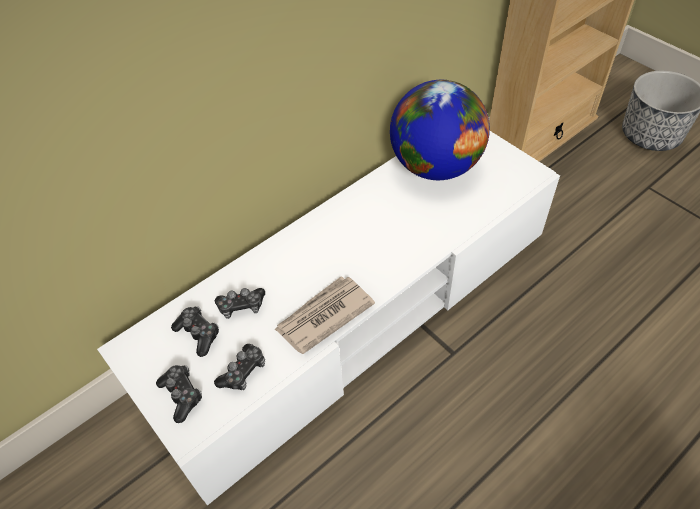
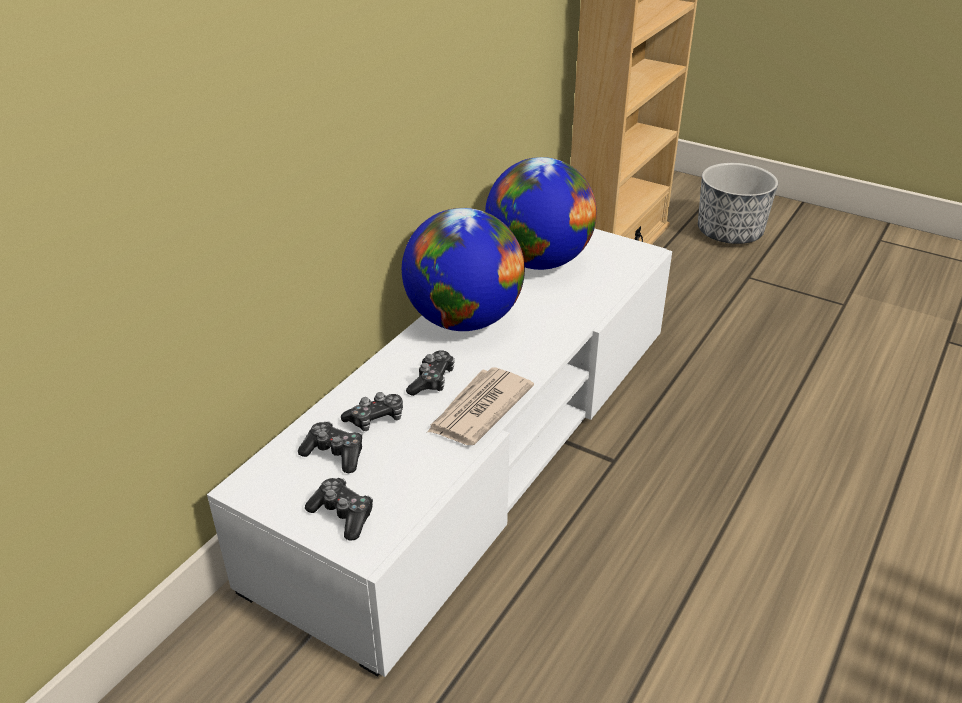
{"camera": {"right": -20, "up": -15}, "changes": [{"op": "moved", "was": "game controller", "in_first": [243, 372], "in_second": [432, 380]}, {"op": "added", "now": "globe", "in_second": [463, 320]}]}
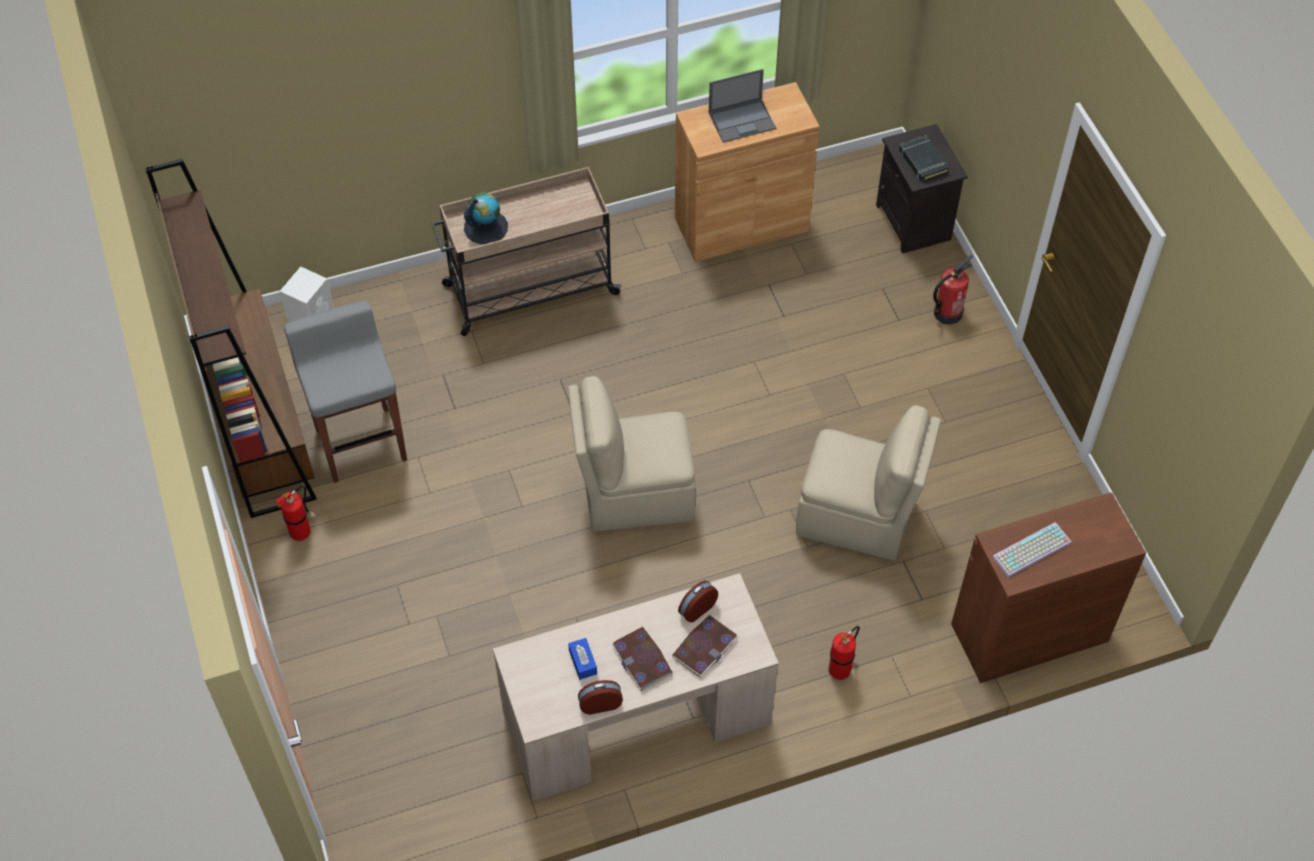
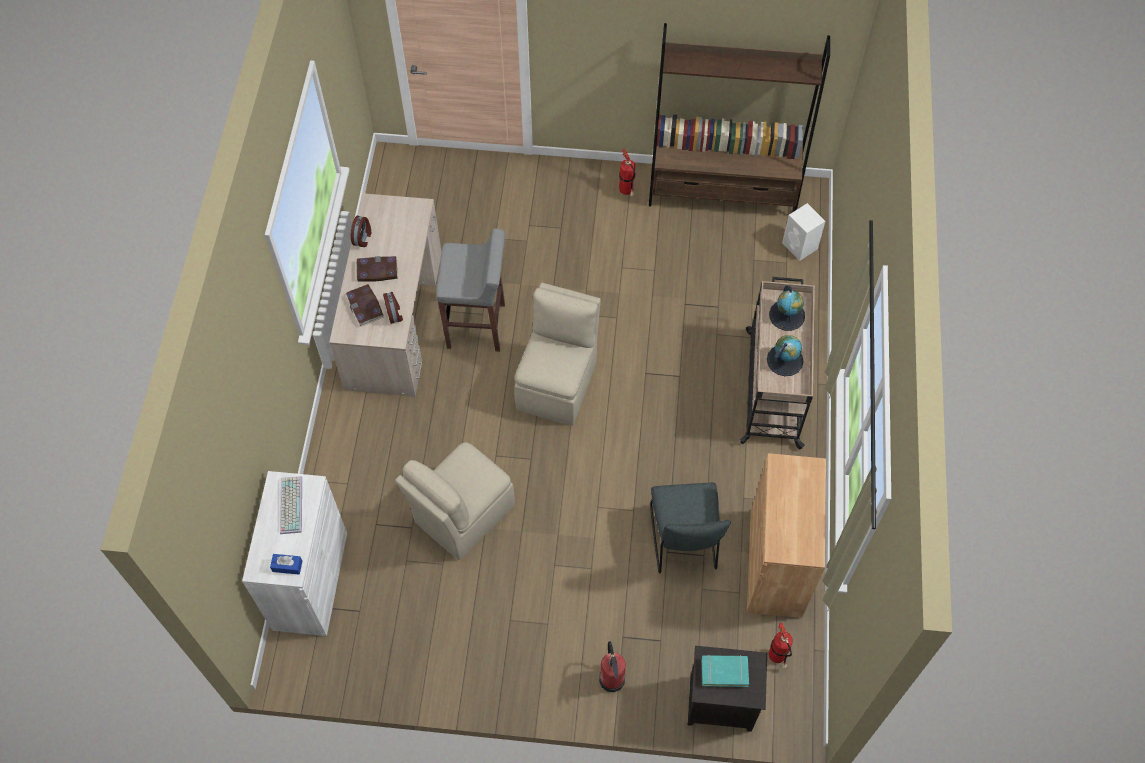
{"camera": {"right": 115, "up": 5}, "changes": [{"op": "removed", "was": "laptop", "in_first": [742, 120]}, {"op": "recoloured", "was": "black book", "now": "turquoise book", "in_first": [923, 162], "in_second": [724, 672]}, {"op": "moved", "was": "grey stool", "in_first": [360, 443], "in_second": [477, 326]}, {"op": "recoloured", "was": "brown cabinet", "now": "white cabinet", "in_first": [1029, 632], "in_second": [310, 581]}, {"op": "moved", "was": "fire extinguisher", "in_first": [841, 669], "in_second": [777, 657]}, {"op": "moved", "was": "blue tissue box", "in_first": [583, 662], "in_second": [287, 566]}, {"op": "added", "now": "globe", "in_second": [784, 360]}, {"op": "added", "now": "grey chair", "in_second": [683, 542]}]}
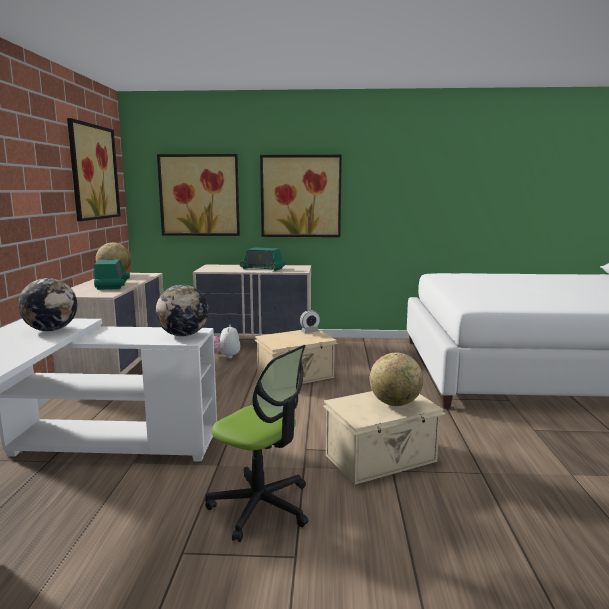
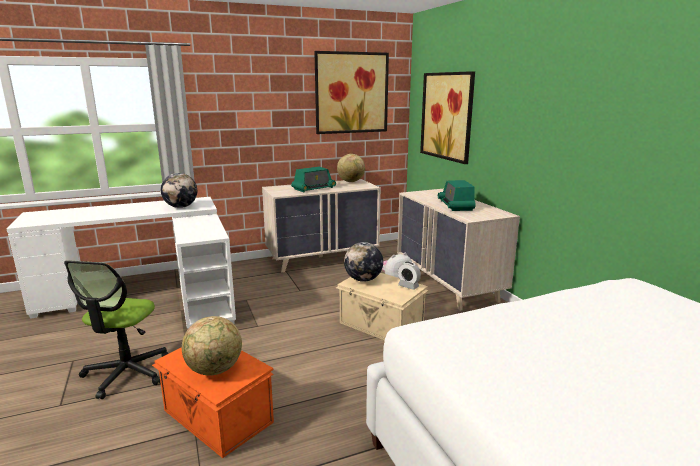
{"camera": {"right": 65, "up": 5}, "changes": [{"op": "removed", "was": "picture", "in_first": [300, 196]}, {"op": "moved", "was": "globe", "in_first": [183, 335], "in_second": [363, 280]}, {"op": "recoloured", "was": "beige storage box", "now": "orange storage box", "in_first": [382, 459], "in_second": [217, 417]}]}
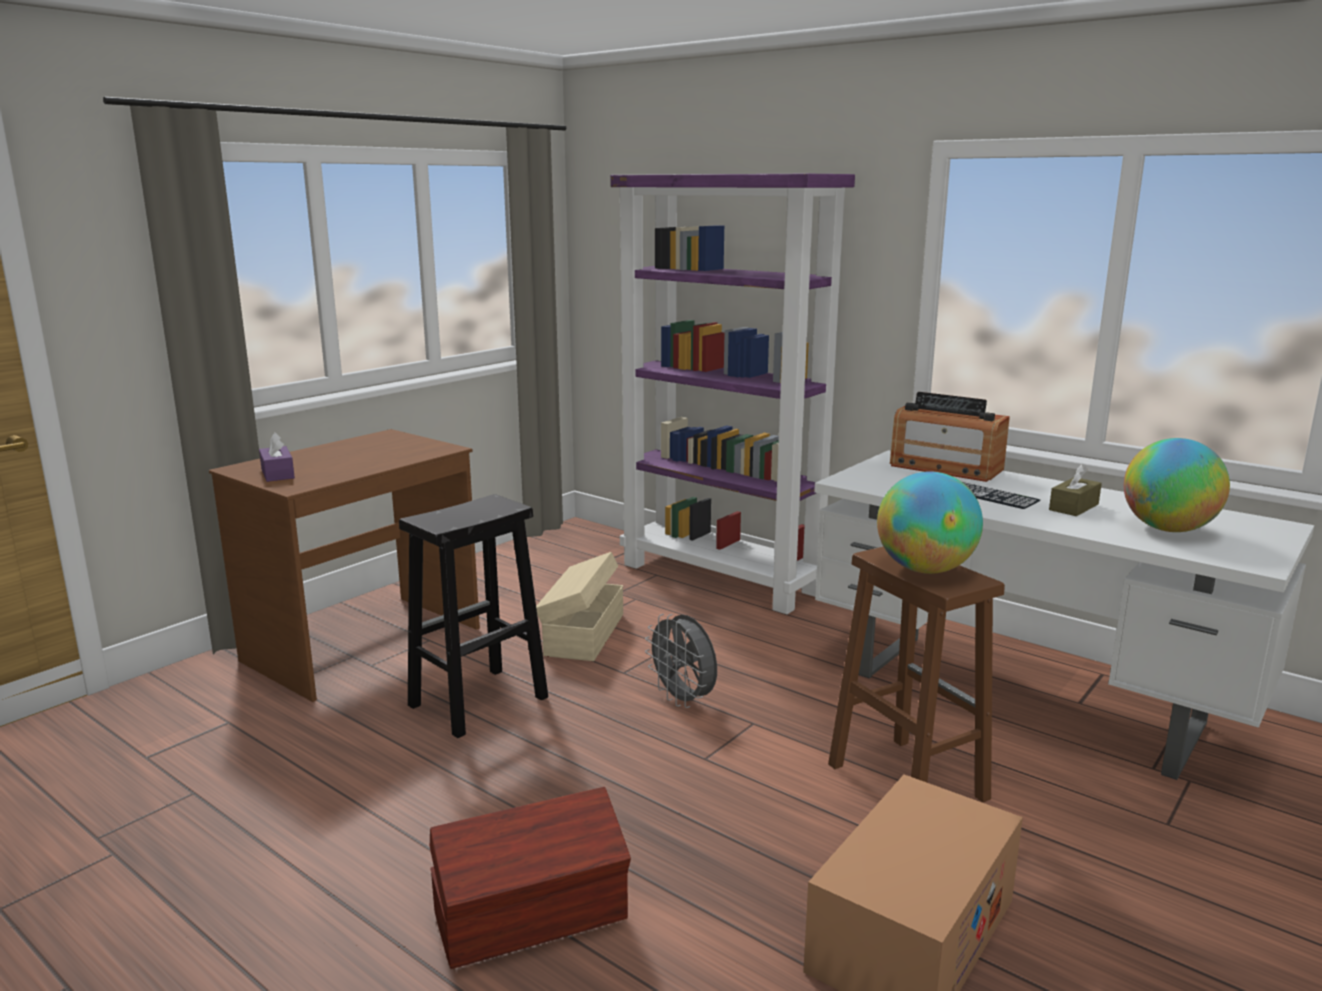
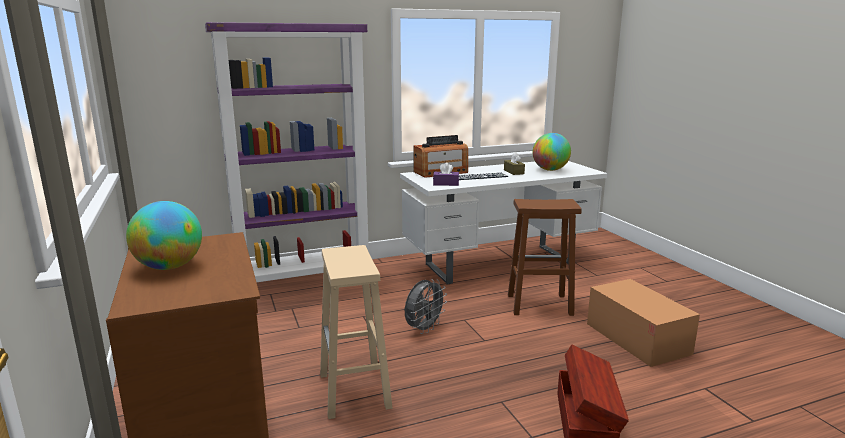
{"camera": {"right": -60, "up": 0}, "changes": [{"op": "moved", "was": "purple tissue box", "in_first": [277, 473], "in_second": [446, 184]}, {"op": "moved", "was": "globe", "in_first": [925, 569], "in_second": [170, 267]}, {"op": "recoloured", "was": "black stool", "now": "beige stool", "in_first": [477, 702], "in_second": [355, 391]}, {"op": "removed", "was": "beige storage box", "in_first": [582, 635]}, {"op": "turned", "was": "grey fan", "in_first": [683, 700], "in_second": [424, 329], "clockwise": -45}]}
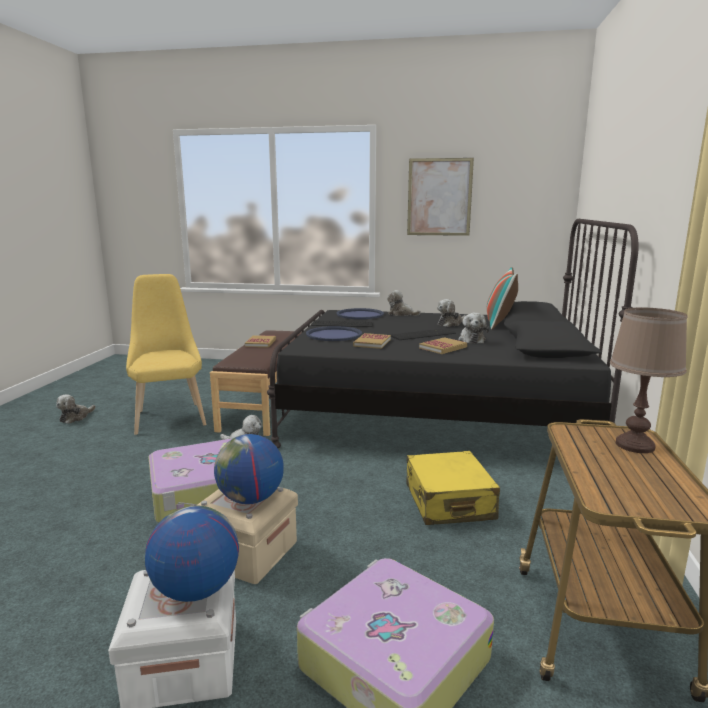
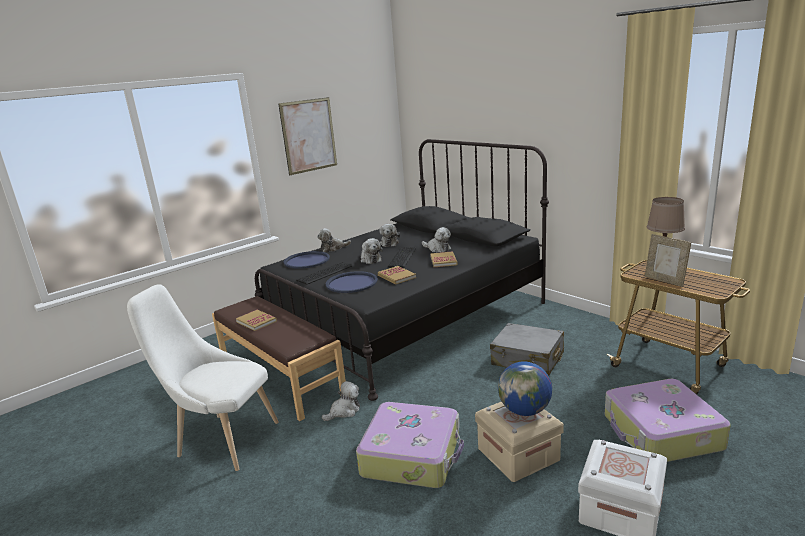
{"camera": {"right": -50, "up": 5}, "changes": [{"op": "removed", "was": "pillow", "in_first": [499, 323]}, {"op": "recoloured", "was": "yellow chair", "now": "white chair", "in_first": [169, 416], "in_second": [222, 439]}, {"op": "moved", "was": "plush toy", "in_first": [75, 417], "in_second": [370, 259]}, {"op": "recoloured", "was": "yellow suitcase", "now": "grey suitcase", "in_first": [448, 502], "in_second": [527, 359]}, {"op": "removed", "was": "globe", "in_first": [196, 590]}, {"op": "added", "now": "picture frame", "in_second": [665, 281]}]}
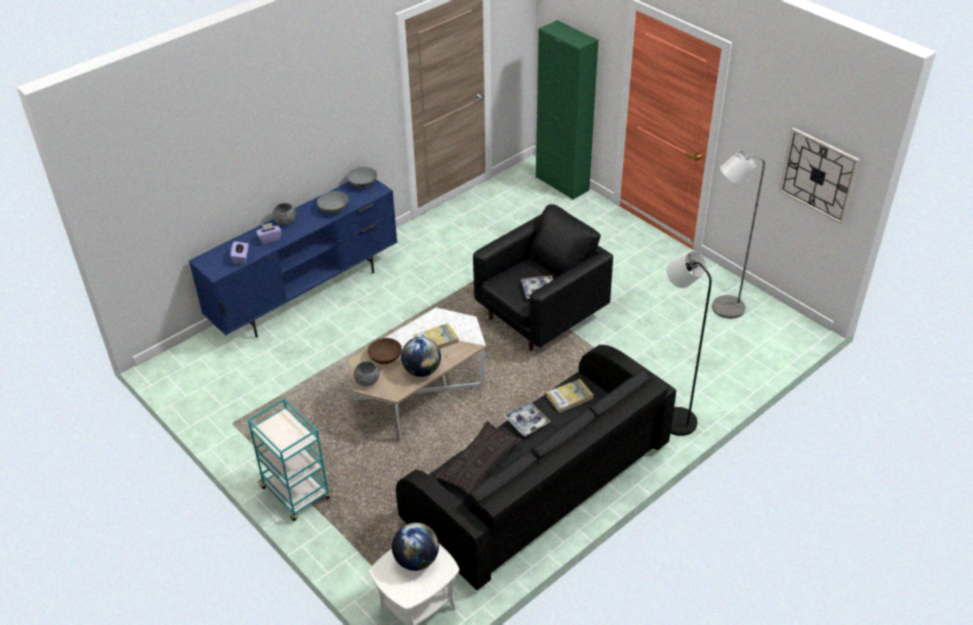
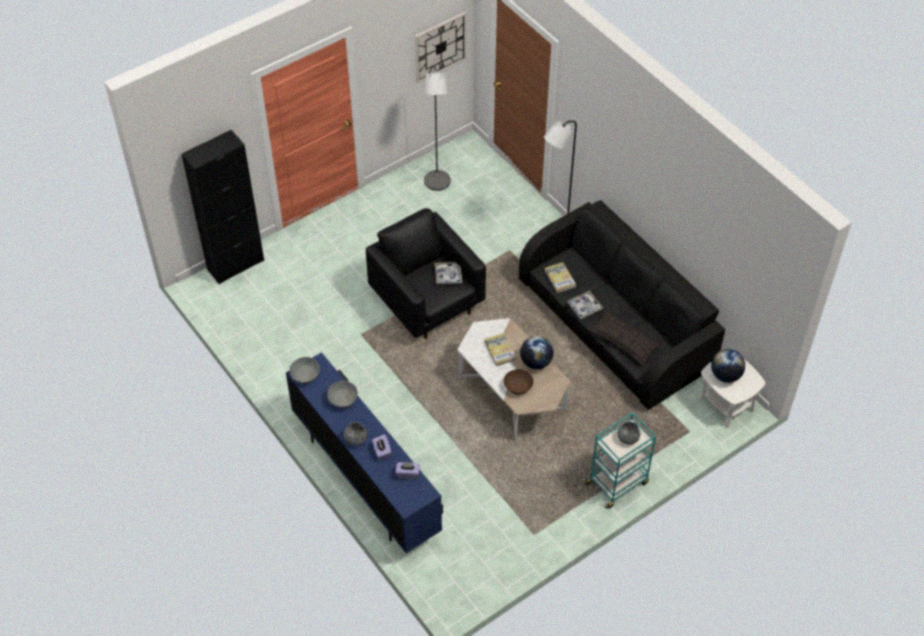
{"camera": {"right": -85, "up": 10}, "changes": [{"op": "recoloured", "was": "green cabinet", "now": "black cabinet", "in_first": [562, 183], "in_second": [235, 265]}, {"op": "moved", "was": "grey bowl", "in_first": [367, 381], "in_second": [628, 438]}]}
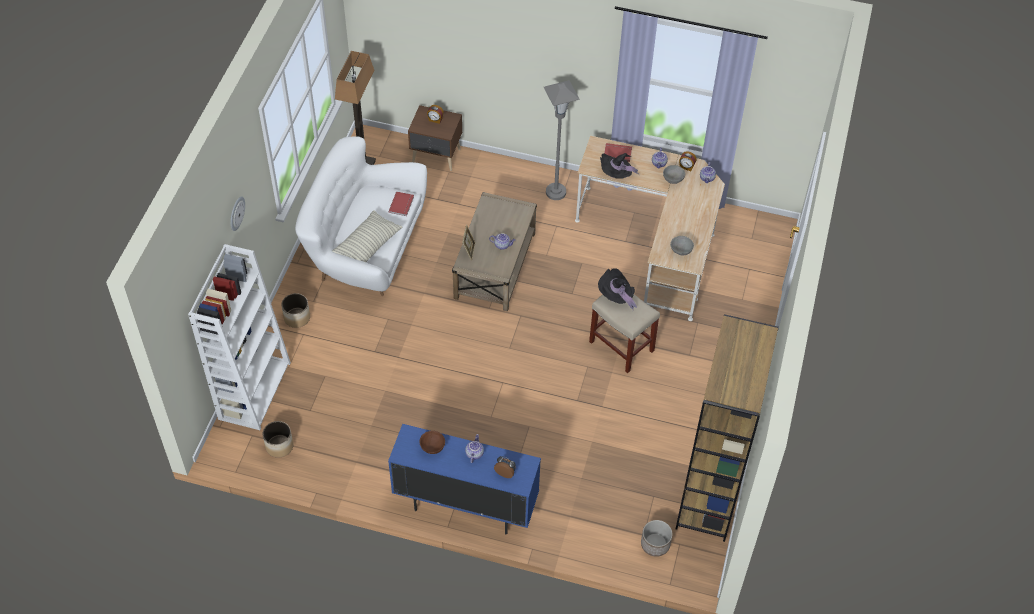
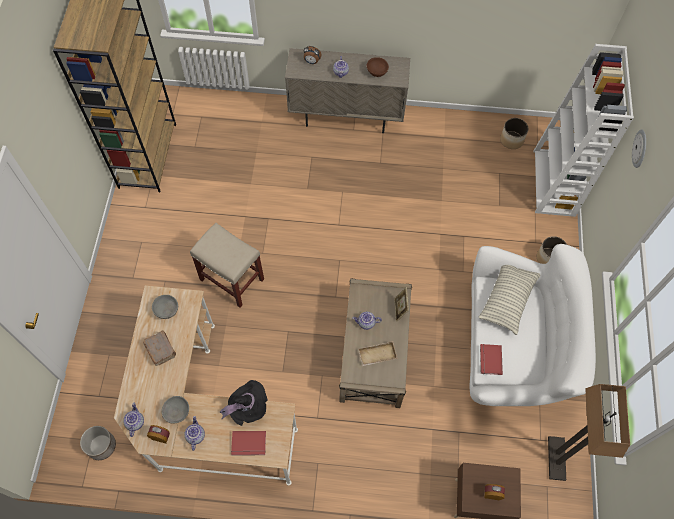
{"camera": {"right": 170, "up": 10}, "changes": [{"op": "removed", "was": "grey floor lamp", "in_first": [556, 192]}, {"op": "removed", "was": "black hat", "in_first": [616, 296]}, {"op": "recoloured", "was": "blue cabinet", "now": "beige cabinet", "in_first": [465, 506], "in_second": [346, 117]}, {"op": "moved", "was": "planter", "in_first": [655, 544], "in_second": [101, 445]}, {"op": "added", "now": "brown book", "in_second": [161, 349]}, {"op": "added", "now": "beige tray", "in_second": [377, 356]}]}
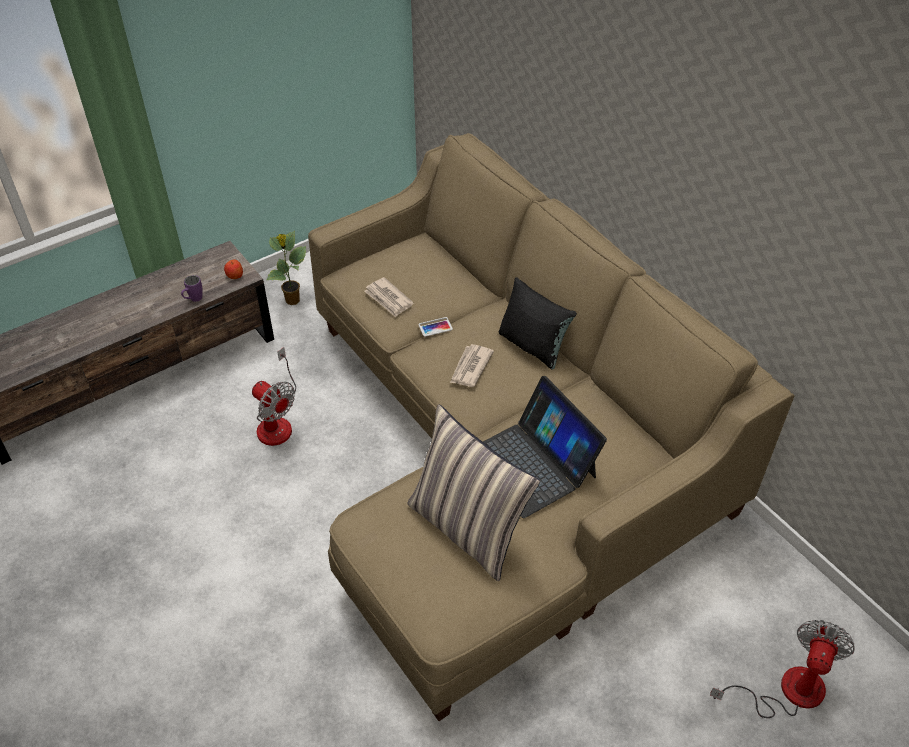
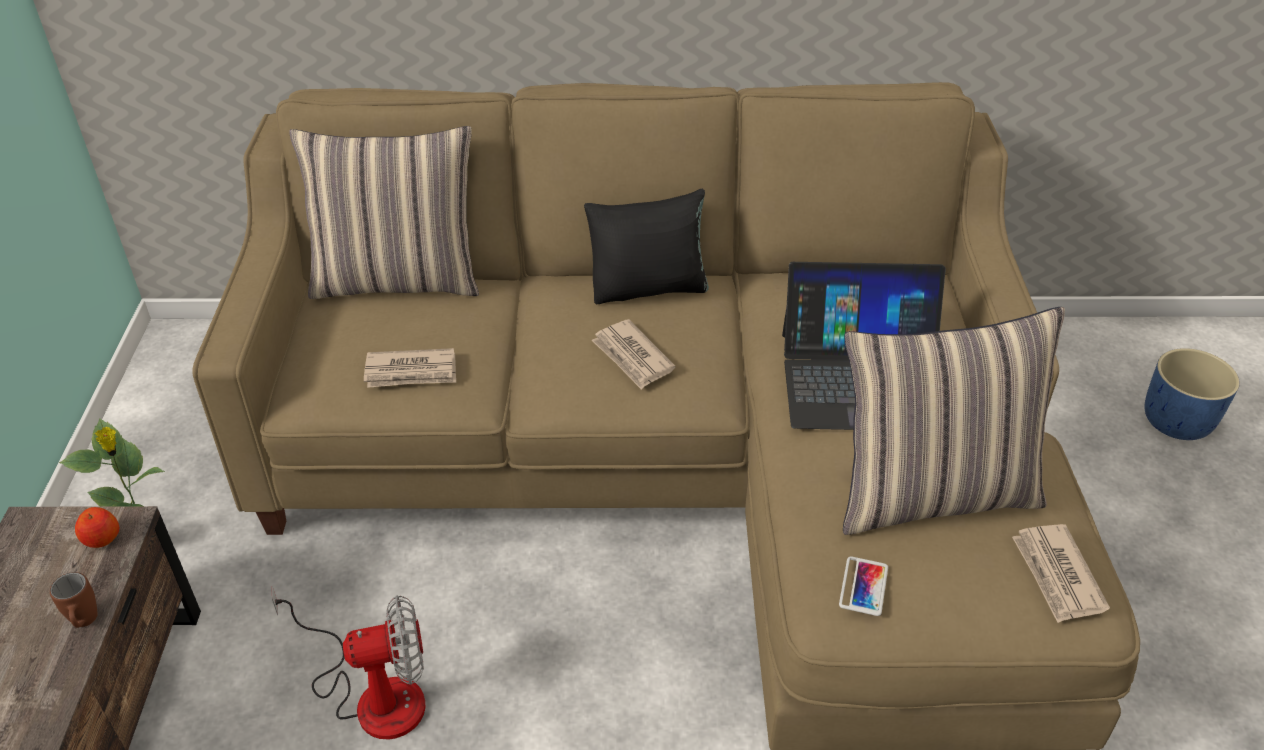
{"camera": {"right": -55, "up": -5}, "changes": [{"op": "recoloured", "was": "purple mug", "now": "brown mug", "in_first": [193, 300], "in_second": [85, 624]}, {"op": "moved", "was": "phone", "in_first": [435, 327], "in_second": [863, 586]}, {"op": "replaced", "was": "fan", "now": "blue planter", "in_first": [786, 691], "in_second": [1176, 422]}, {"op": "added", "now": "pillow", "in_second": [398, 280]}, {"op": "added", "now": "newspaper", "in_second": [1057, 575]}]}
